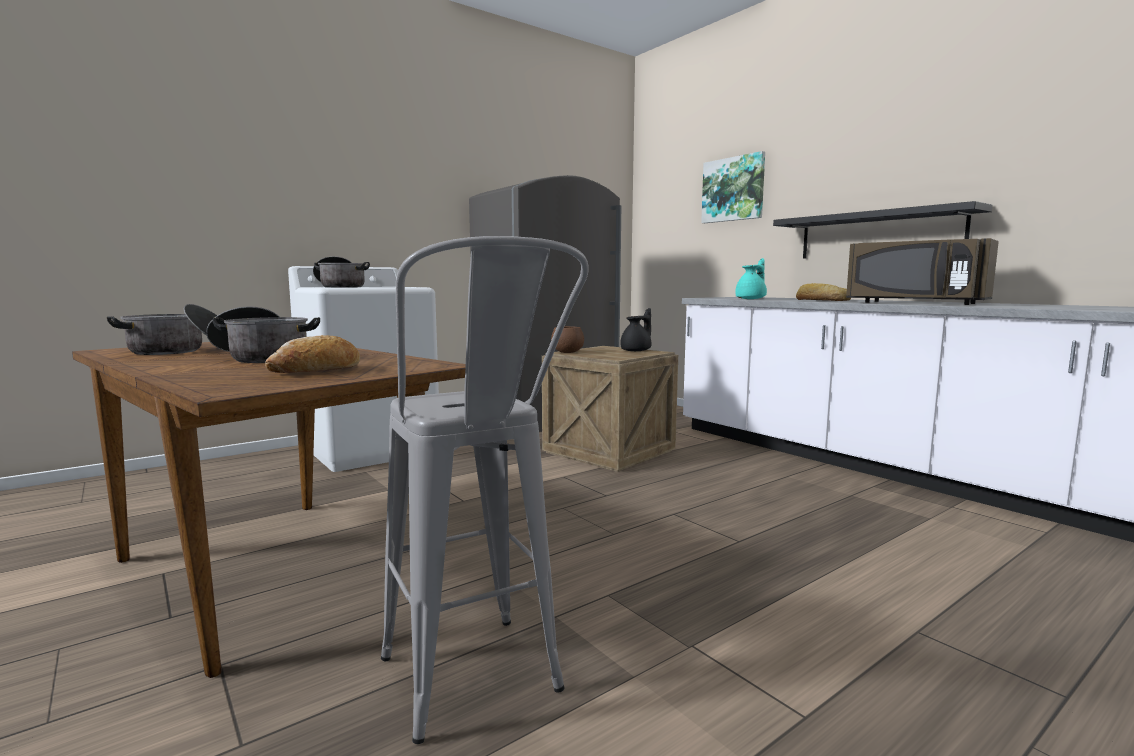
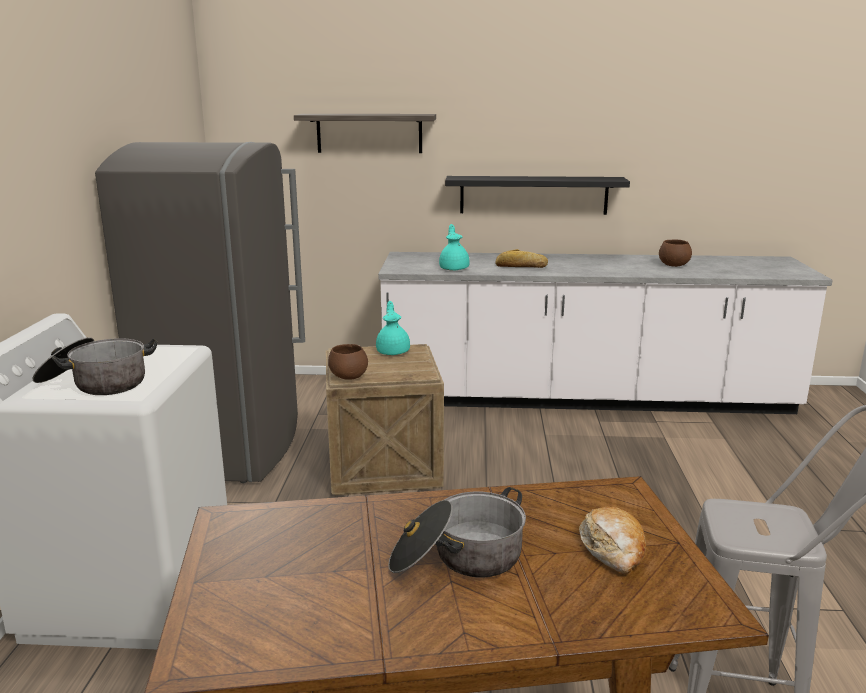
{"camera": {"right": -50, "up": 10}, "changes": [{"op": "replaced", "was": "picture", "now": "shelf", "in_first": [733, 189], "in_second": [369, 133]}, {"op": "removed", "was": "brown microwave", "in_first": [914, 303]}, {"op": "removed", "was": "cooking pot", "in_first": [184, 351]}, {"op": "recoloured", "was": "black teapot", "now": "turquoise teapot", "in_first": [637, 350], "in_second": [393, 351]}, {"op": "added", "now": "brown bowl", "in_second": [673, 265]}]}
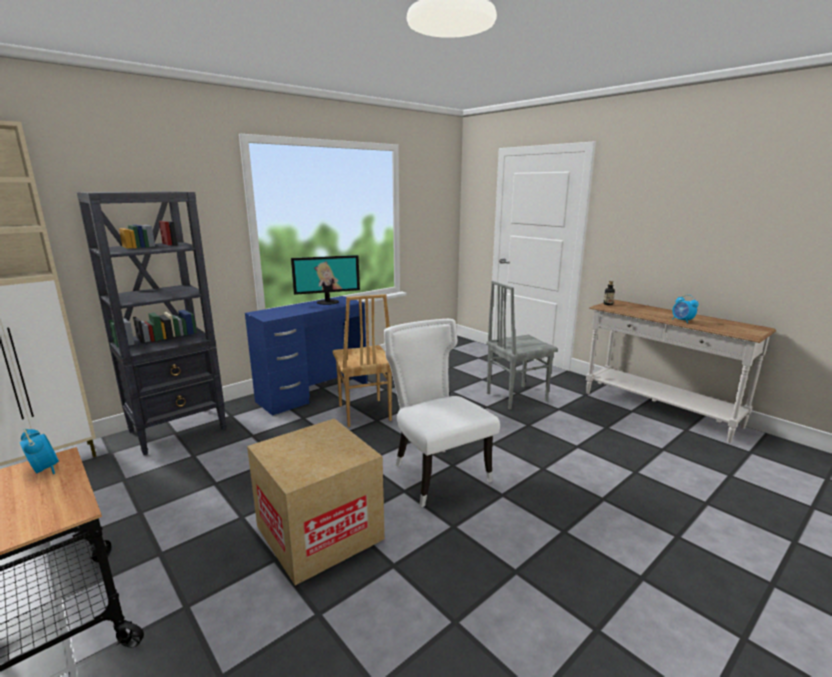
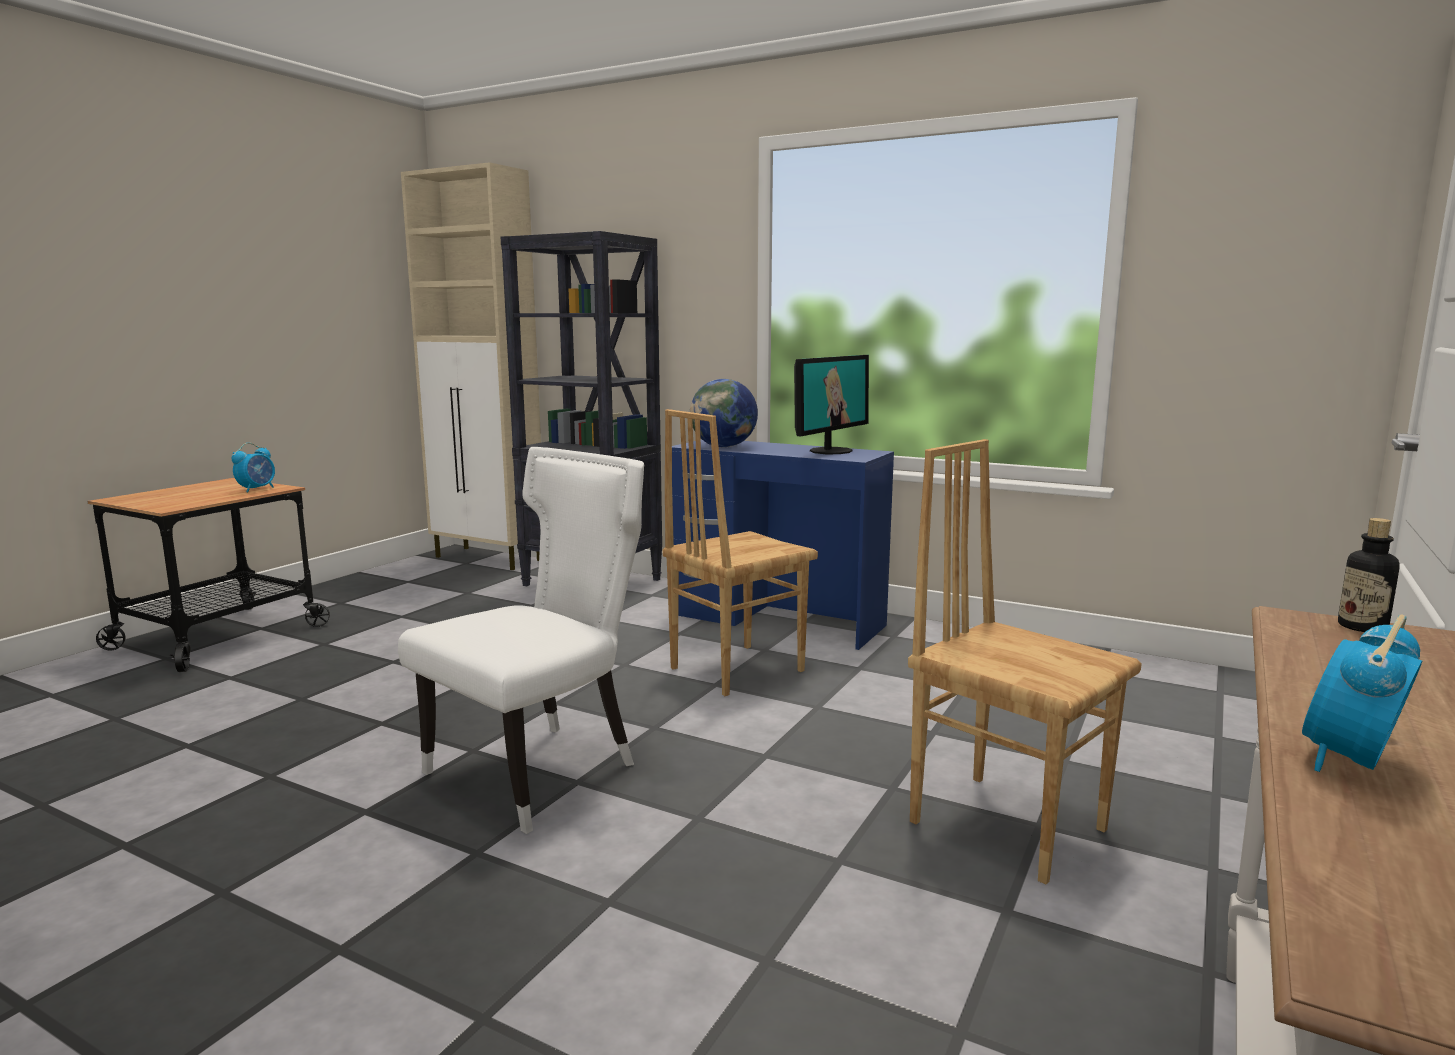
{"camera": {"right": 70, "up": -5}, "changes": [{"op": "turned", "was": "monitor", "in_first": [327, 302], "in_second": [830, 451], "clockwise": -105}, {"op": "recoloured", "was": "grey chair", "now": "brown chair", "in_first": [515, 397], "in_second": [1007, 823]}, {"op": "removed", "was": "cardboard box", "in_first": [319, 532]}, {"op": "added", "now": "globe", "in_second": [723, 447]}]}
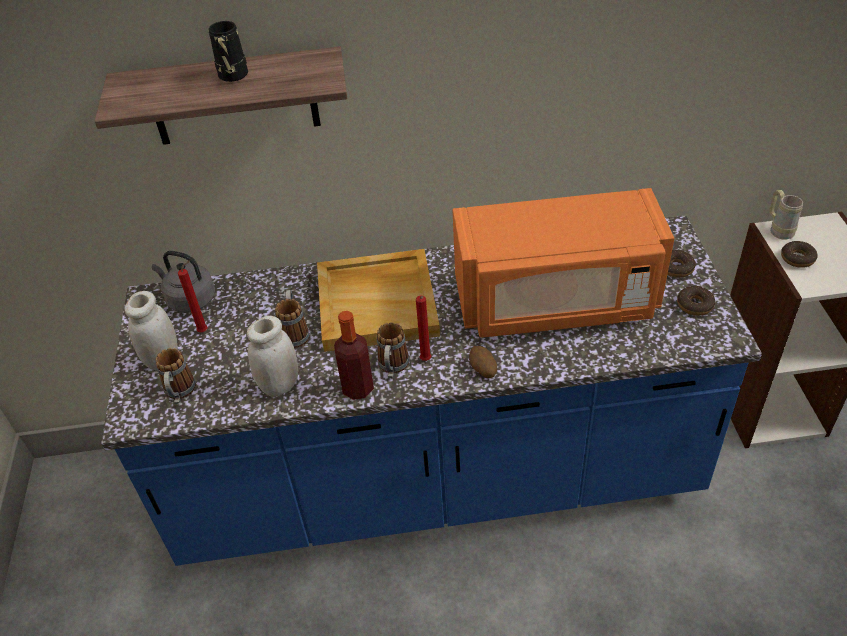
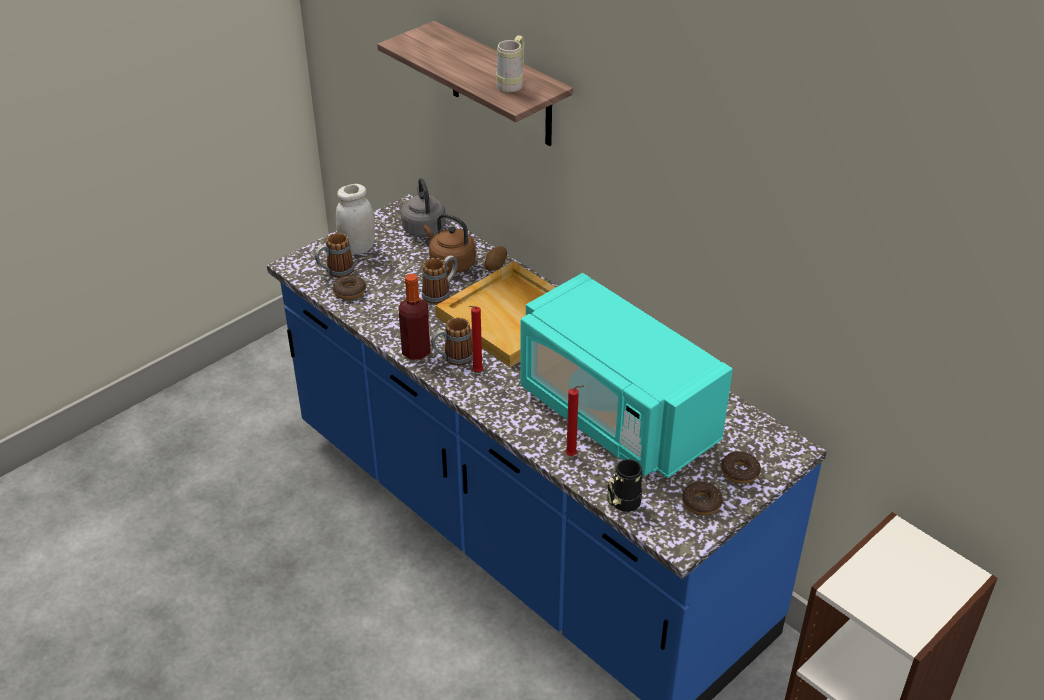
{"camera": {"right": 50, "up": -5}, "changes": [{"op": "moved", "was": "black mug", "in_first": [233, 78], "in_second": [621, 505]}, {"op": "recoloured", "was": "orange microwave", "now": "turquoise microwave", "in_first": [556, 302], "in_second": [615, 415]}, {"op": "moved", "was": "beige mug", "in_first": [778, 229], "in_second": [512, 84]}, {"op": "moved", "was": "donut", "in_first": [797, 258], "in_second": [350, 291]}, {"op": "moved", "was": "red candle", "in_first": [204, 330], "in_second": [573, 456]}, {"op": "removed", "was": "white jar", "in_first": [280, 385]}, {"op": "moved", "was": "potato", "in_first": [483, 370], "in_second": [495, 266]}, {"op": "added", "now": "brown kettle", "in_second": [450, 263]}]}
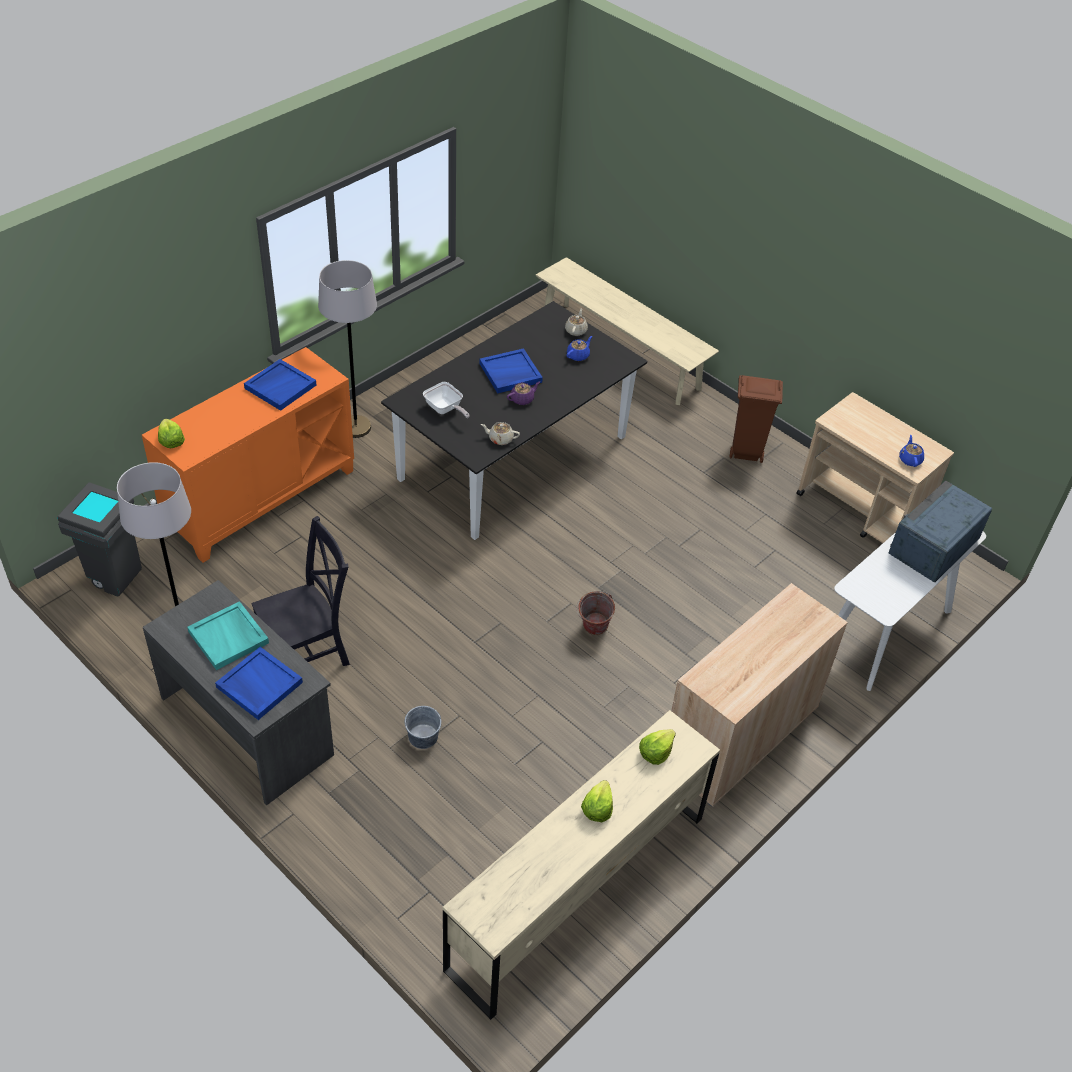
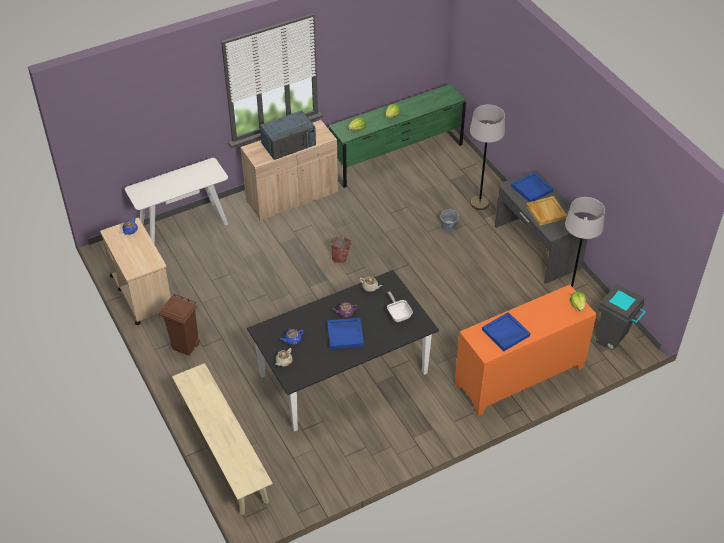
{"camera": {"right": -160, "up": 0}, "changes": [{"op": "moved", "was": "grey floor lamp", "in_first": [355, 427], "in_second": [479, 203]}, {"op": "moved", "was": "blue microwave", "in_first": [934, 546], "in_second": [289, 143]}, {"op": "removed", "was": "black chair", "in_first": [308, 653]}, {"op": "recoloured", "was": "turquoise tray", "now": "beige tray", "in_first": [229, 637], "in_second": [545, 212]}, {"op": "recoloured", "was": "beige dresser", "now": "green dresser", "in_first": [578, 891], "in_second": [397, 157]}]}
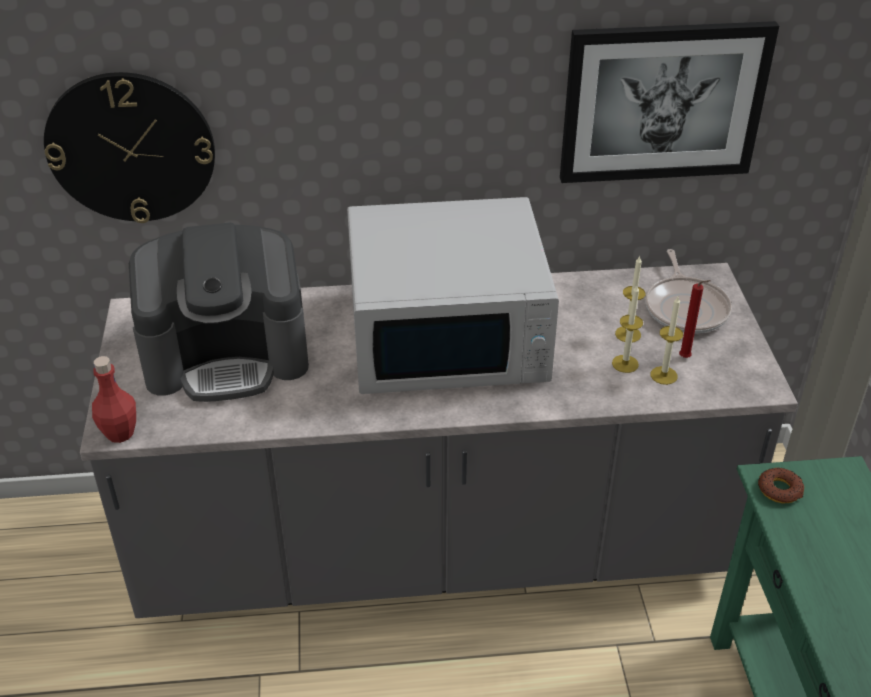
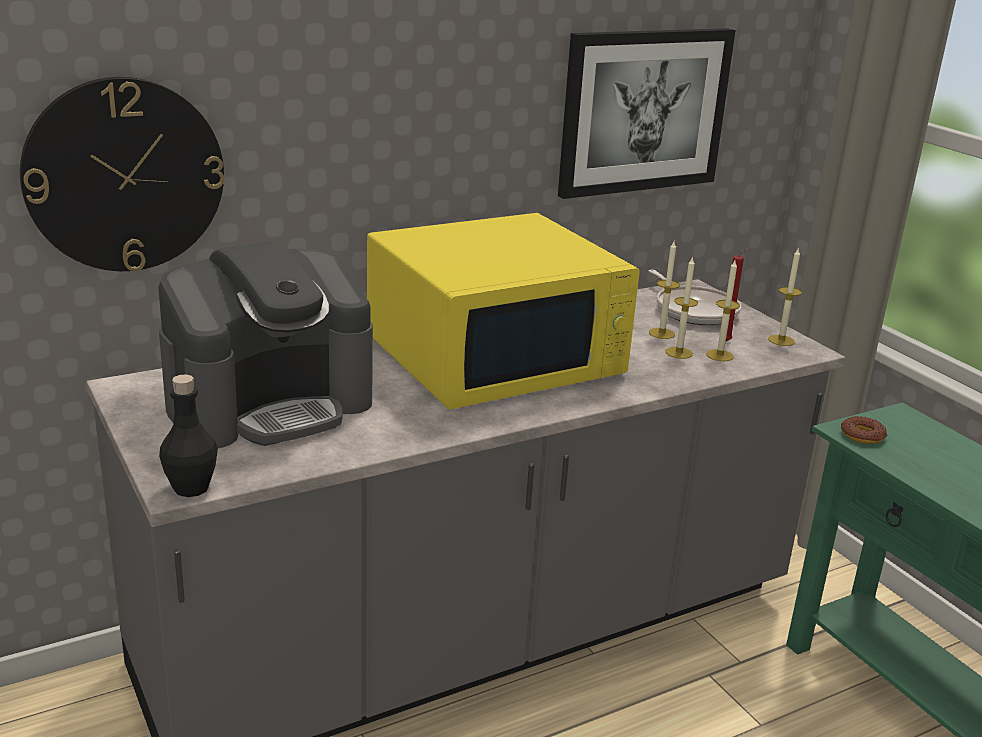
{"camera": {"right": -25, "up": -15}, "changes": [{"op": "recoloured", "was": "white microwave", "now": "yellow microwave", "in_first": [449, 335], "in_second": [496, 356]}, {"op": "recoloured", "was": "red bottle", "now": "black bottle", "in_first": [120, 433], "in_second": [191, 488]}, {"op": "added", "now": "candle", "in_second": [781, 340]}]}
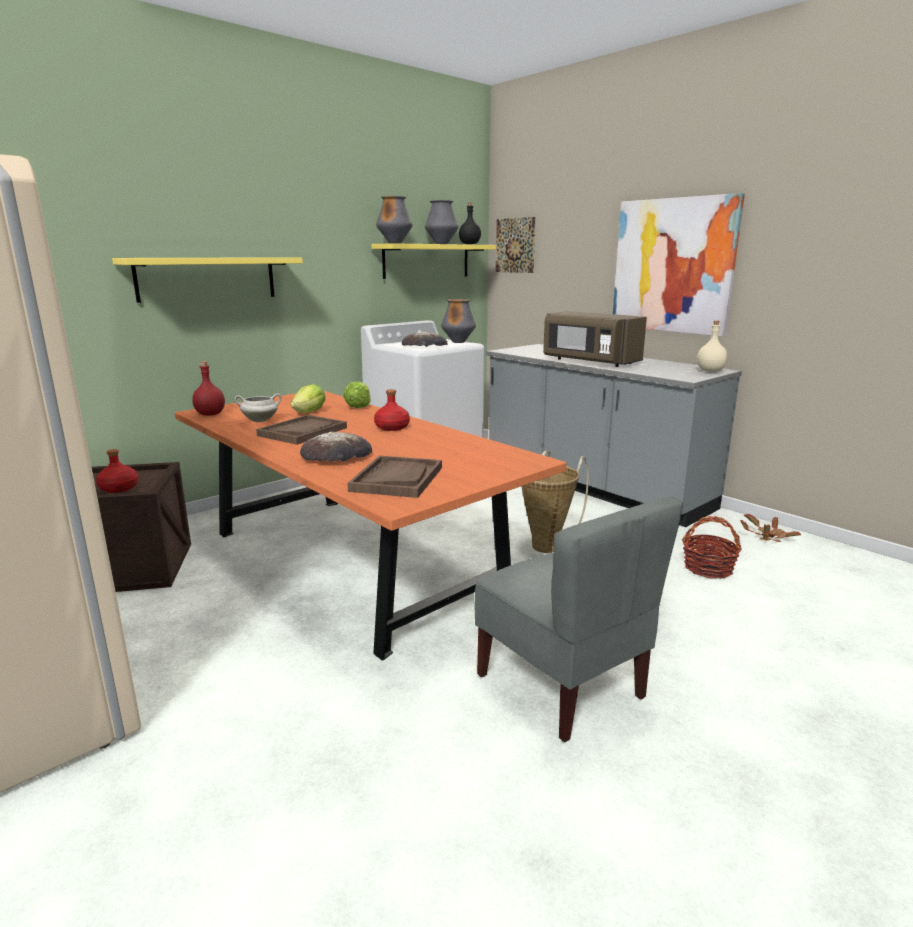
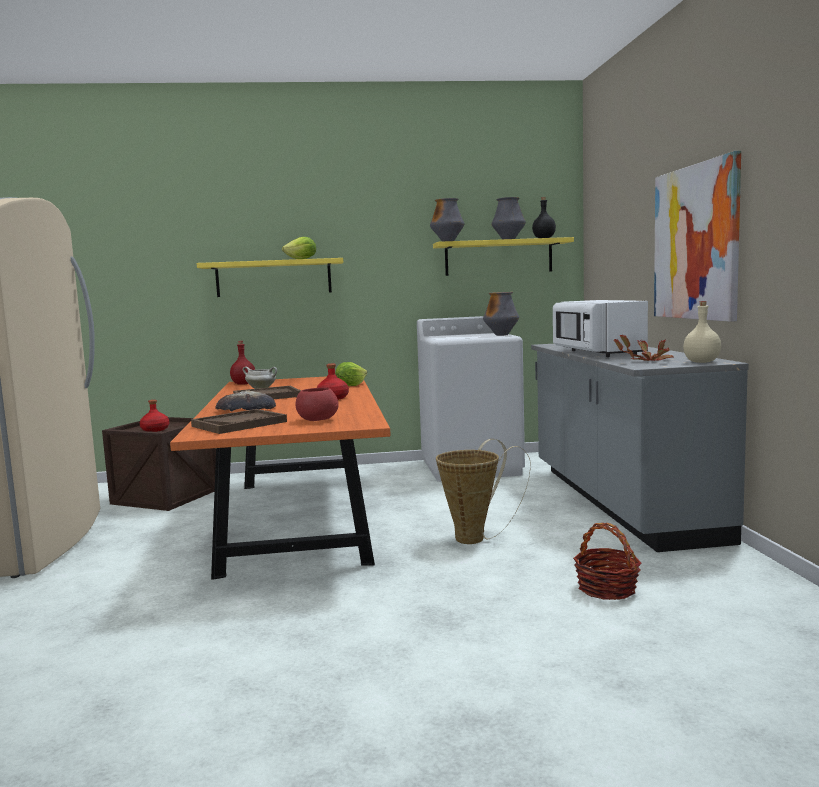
{"camera": {"right": 35, "up": -10}, "changes": [{"op": "removed", "was": "picture", "in_first": [515, 245]}, {"op": "recoloured", "was": "brown microwave", "now": "white microwave", "in_first": [589, 361], "in_second": [596, 353]}, {"op": "removed", "was": "bread", "in_first": [424, 346]}, {"op": "moved", "was": "lettuce", "in_first": [310, 412], "in_second": [302, 259]}, {"op": "removed", "was": "grey chair", "in_first": [562, 685]}, {"op": "moved", "was": "potted plant", "in_first": [767, 537], "in_second": [647, 361]}, {"op": "added", "now": "red bowl", "in_second": [317, 420]}]}
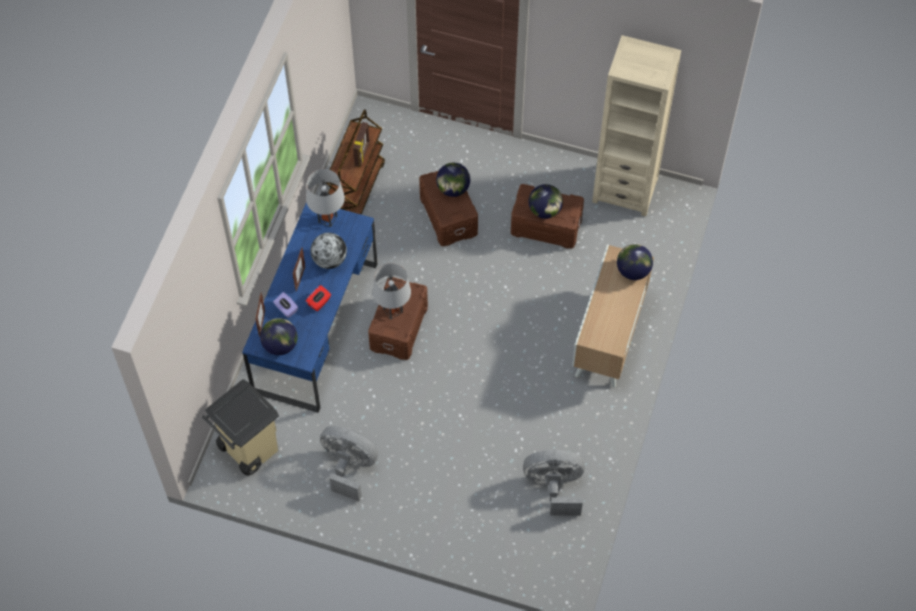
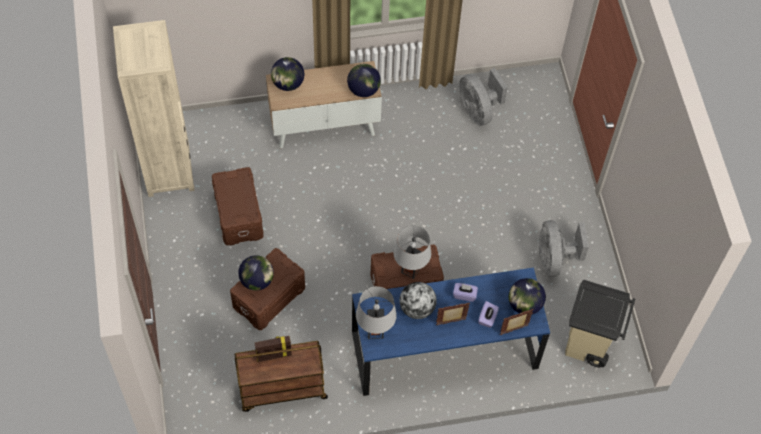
{"camera": {"right": -120, "up": 0}, "changes": [{"op": "moved", "was": "globe", "in_first": [545, 210], "in_second": [363, 90]}, {"op": "recoloured", "was": "red tissue box", "now": "purple tissue box", "in_first": [319, 302], "in_second": [464, 295]}]}
